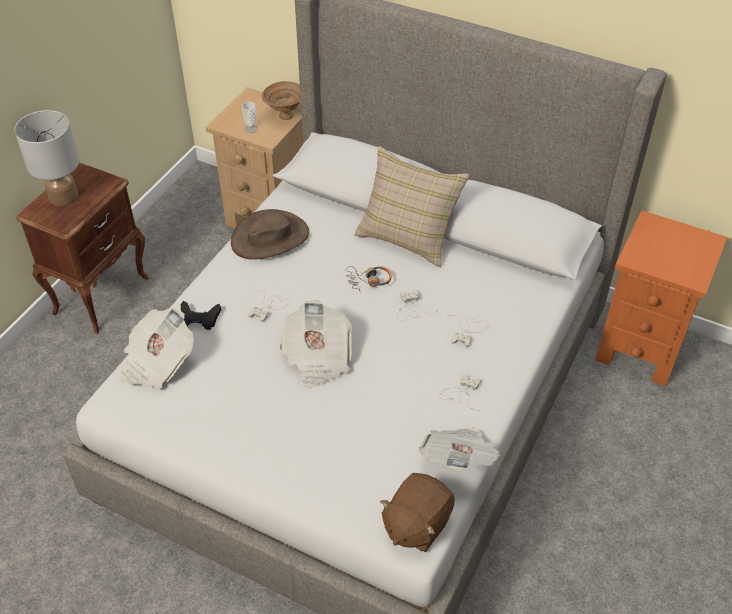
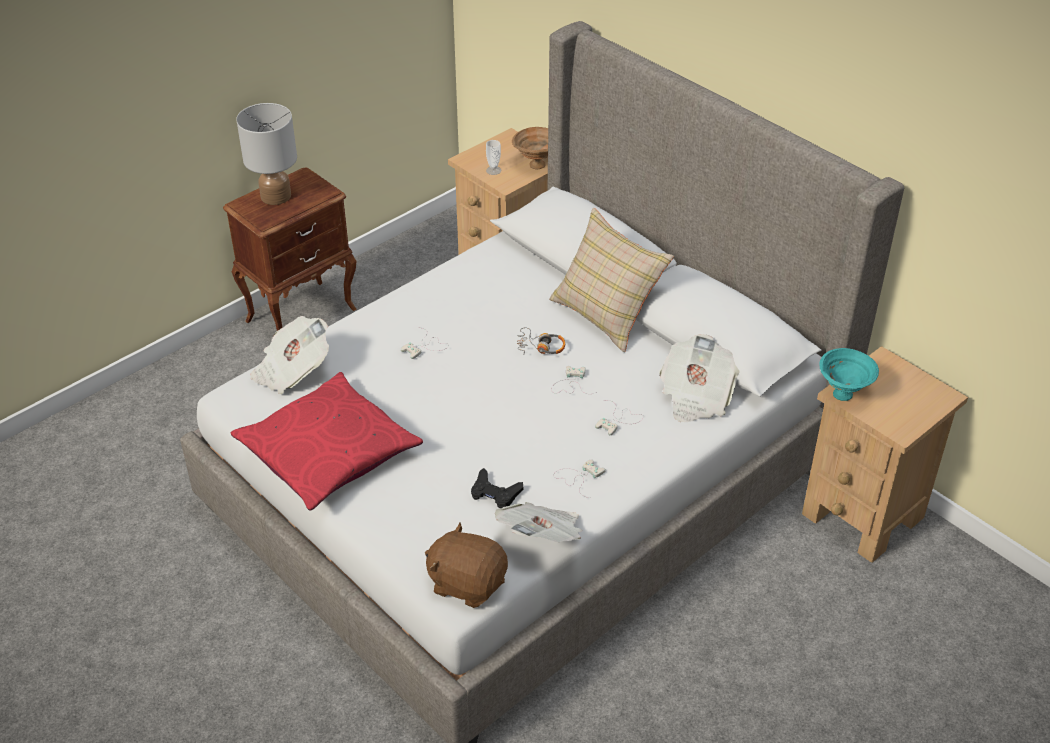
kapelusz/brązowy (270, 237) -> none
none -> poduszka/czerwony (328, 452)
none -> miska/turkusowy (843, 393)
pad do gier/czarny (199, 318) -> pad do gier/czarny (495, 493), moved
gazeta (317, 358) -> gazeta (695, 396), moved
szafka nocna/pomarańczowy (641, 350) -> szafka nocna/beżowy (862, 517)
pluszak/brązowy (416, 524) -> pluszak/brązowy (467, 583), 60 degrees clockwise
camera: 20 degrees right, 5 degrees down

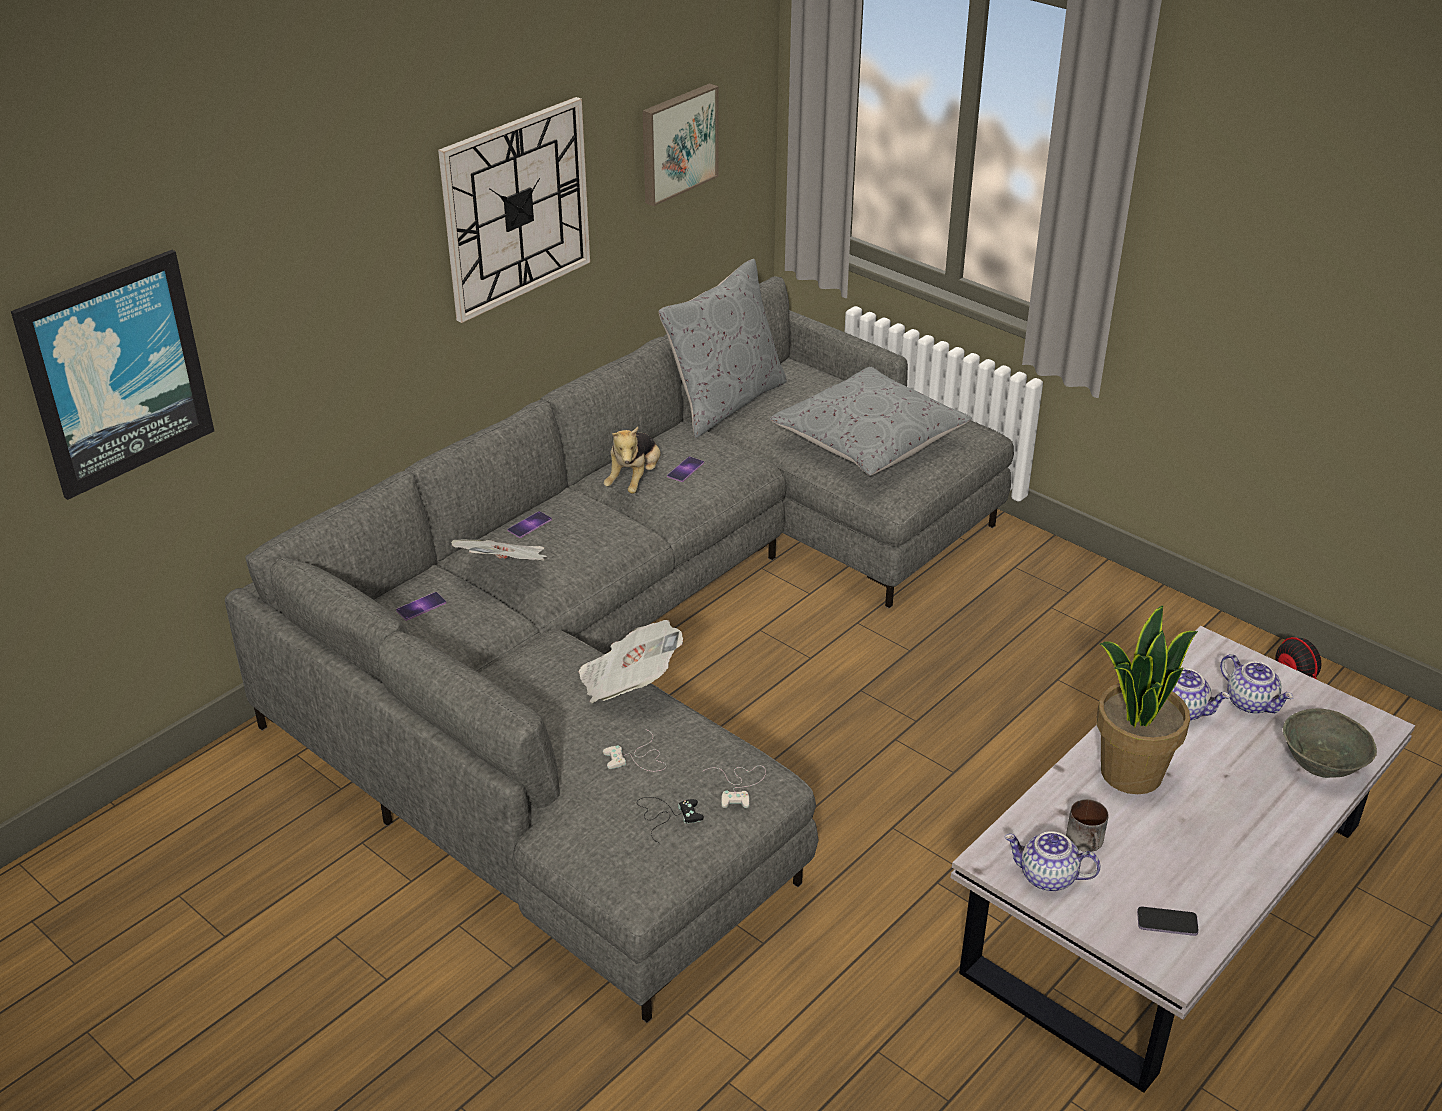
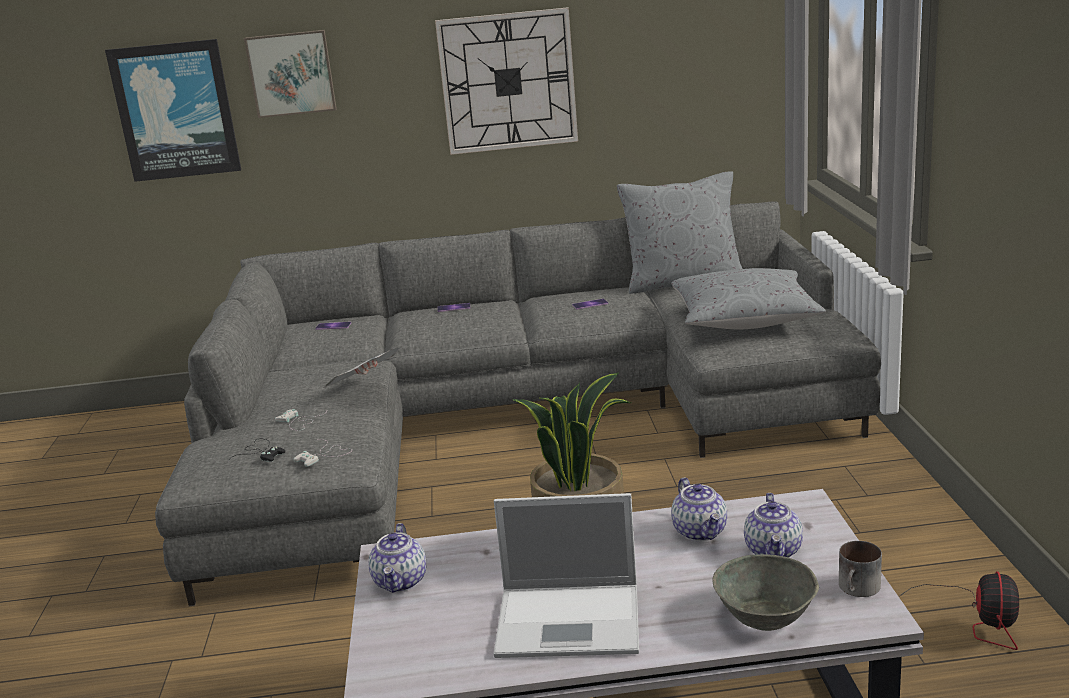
gazeta (505, 569) -> none
pluszak (635, 480) -> none
telefon (1167, 923) -> none
none -> laptop (571, 620)
obraz (677, 143) -> obraz (291, 73), moved
kubek (1088, 842) -> kubek (859, 589), moved
imbryk (1047, 877) -> imbryk (401, 582), 150 degrees counterclockwise
camera: 45 degrees right, 15 degrees down

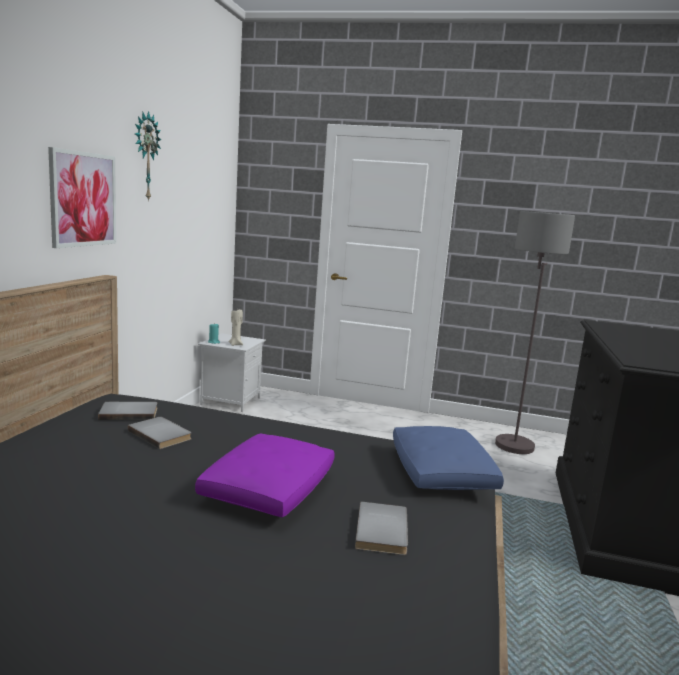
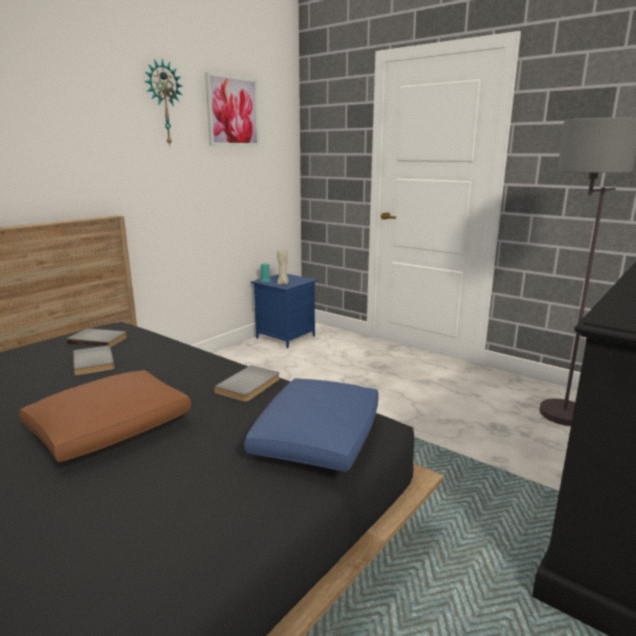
obraz (83, 199) -> obraz (232, 111), moved
książka/szary (384, 531) -> książka/szary (250, 386), moved
poduszka/fioletowy (269, 489) -> poduszka/brązowy (111, 429)
szafka nocna/szary (230, 401) -> szafka nocna/niebieski (285, 336)
camera: 25 degrees right, 5 degrees up

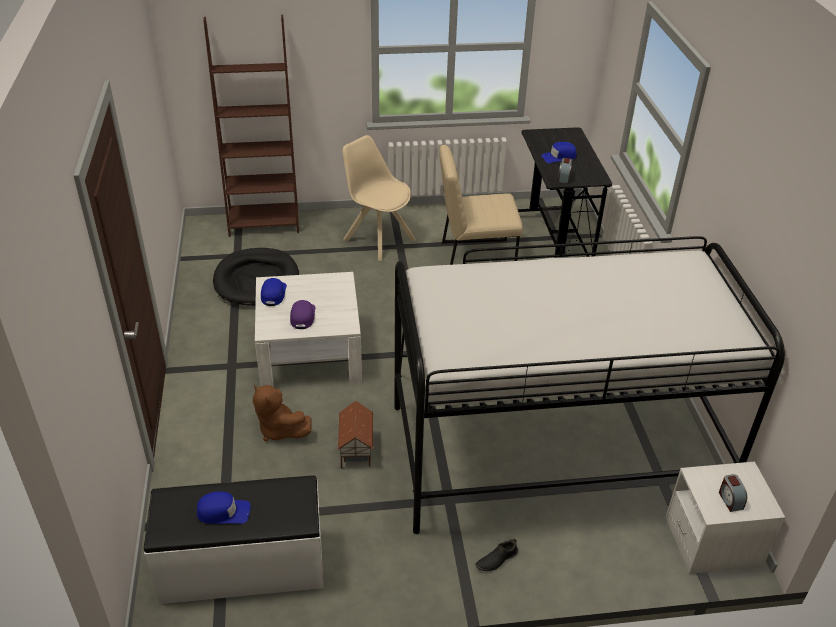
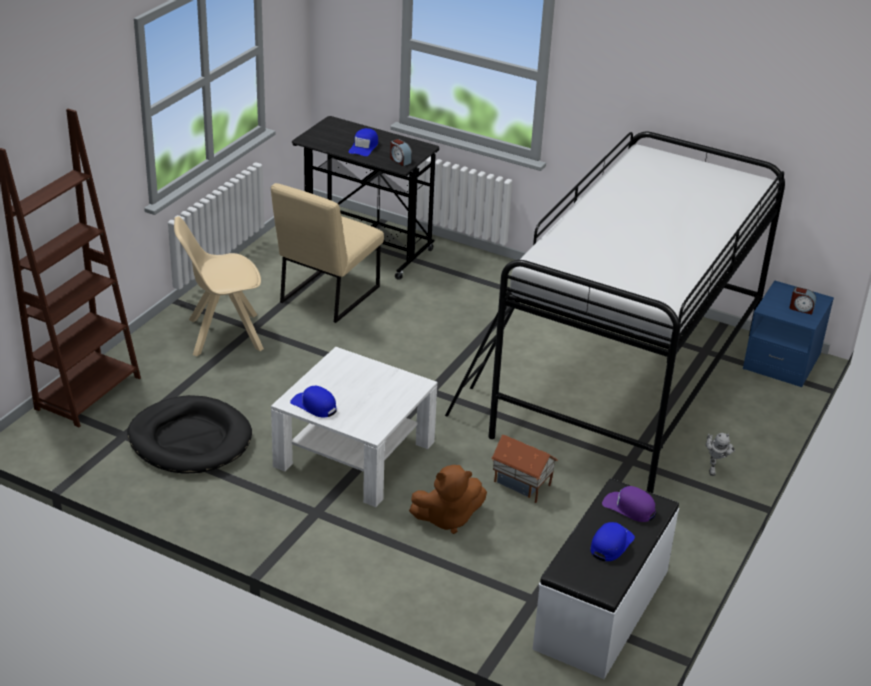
czapka z daszkiem/fioletowy (302, 316) -> czapka z daszkiem/fioletowy (629, 508), moved
but/czarny (496, 559) -> robot zabawkowy (714, 467)
szafka nocna/biały (712, 542) -> szafka nocna/niebieski (781, 362)
camera: 55 degrees left, 5 degrees down

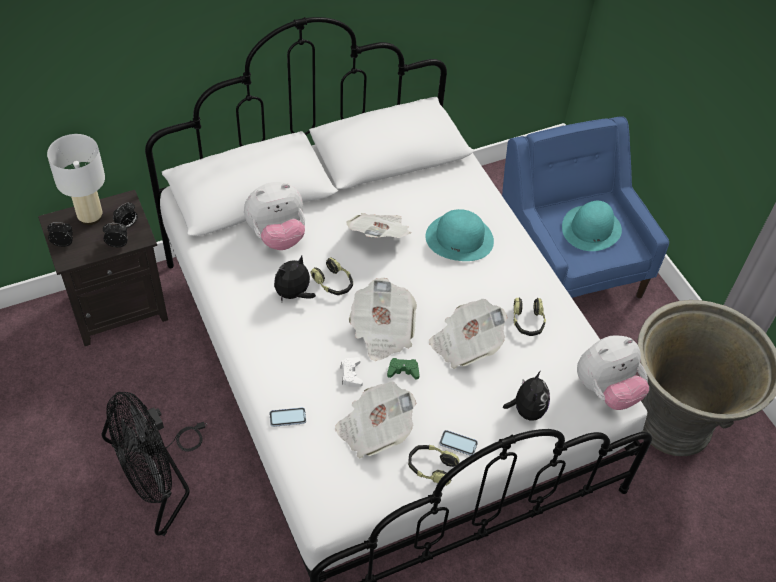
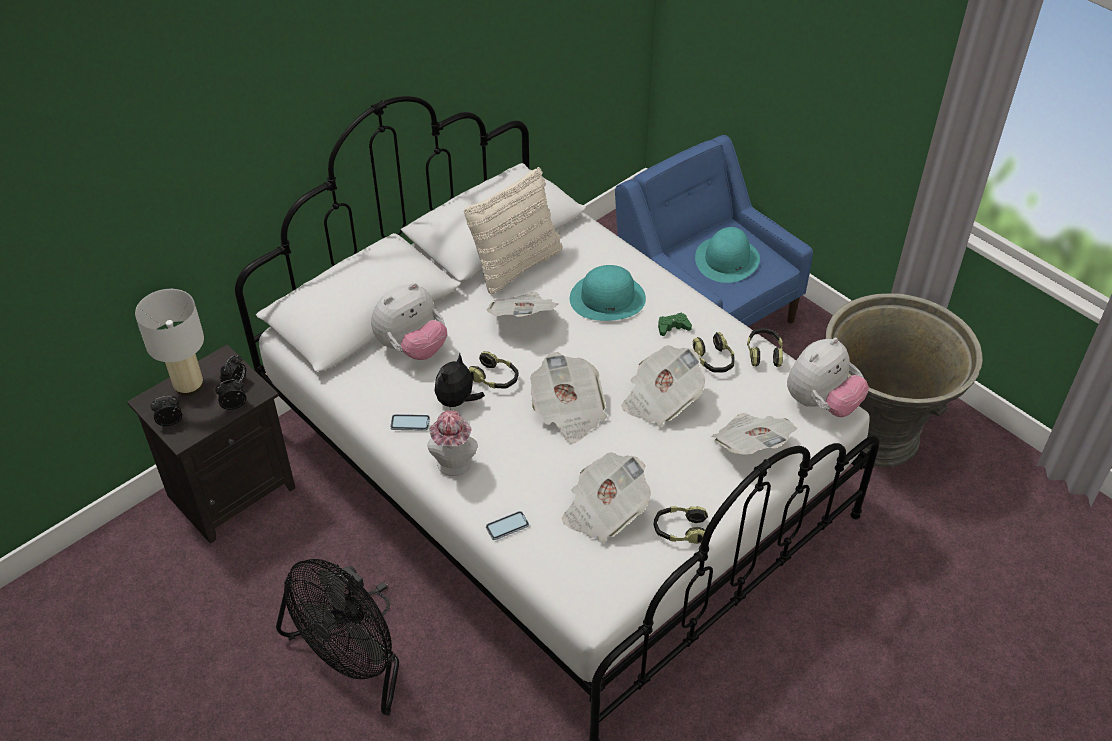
pad do gier/biały (351, 374) -> none
none -> kapelusz (454, 466)
none -> poduszka/beżowy (516, 266)
none -> słuchawki (764, 353)
pad do gier/zielony (403, 371) -> pad do gier/zielony (673, 327), moved
telefon (458, 443) -> telefon (410, 423), moved
pluszak (526, 410) -> gazeta (751, 446)
camera: 15 degrees left, 5 degrees down

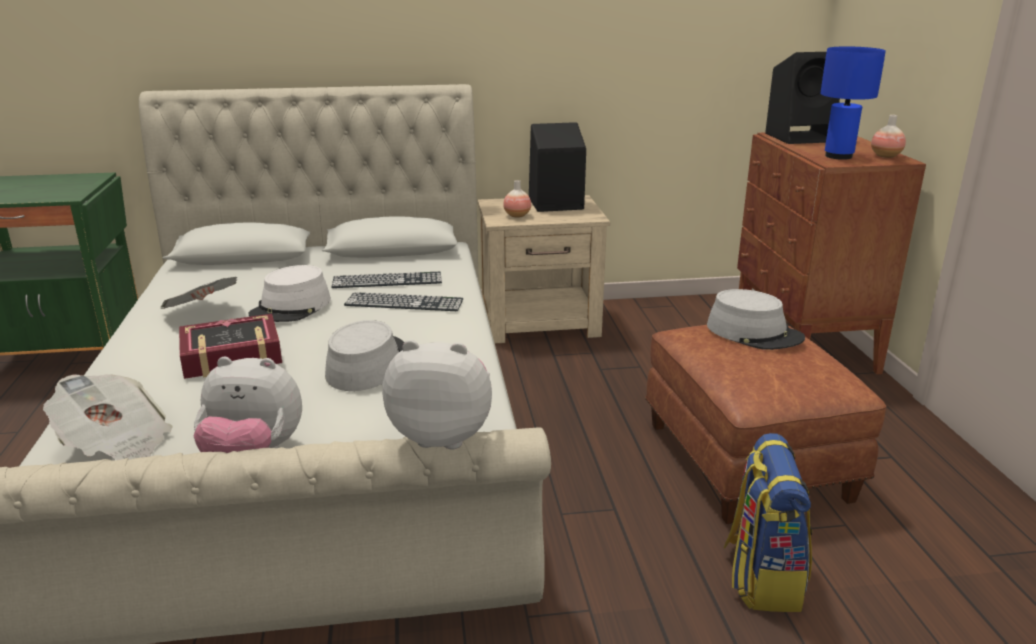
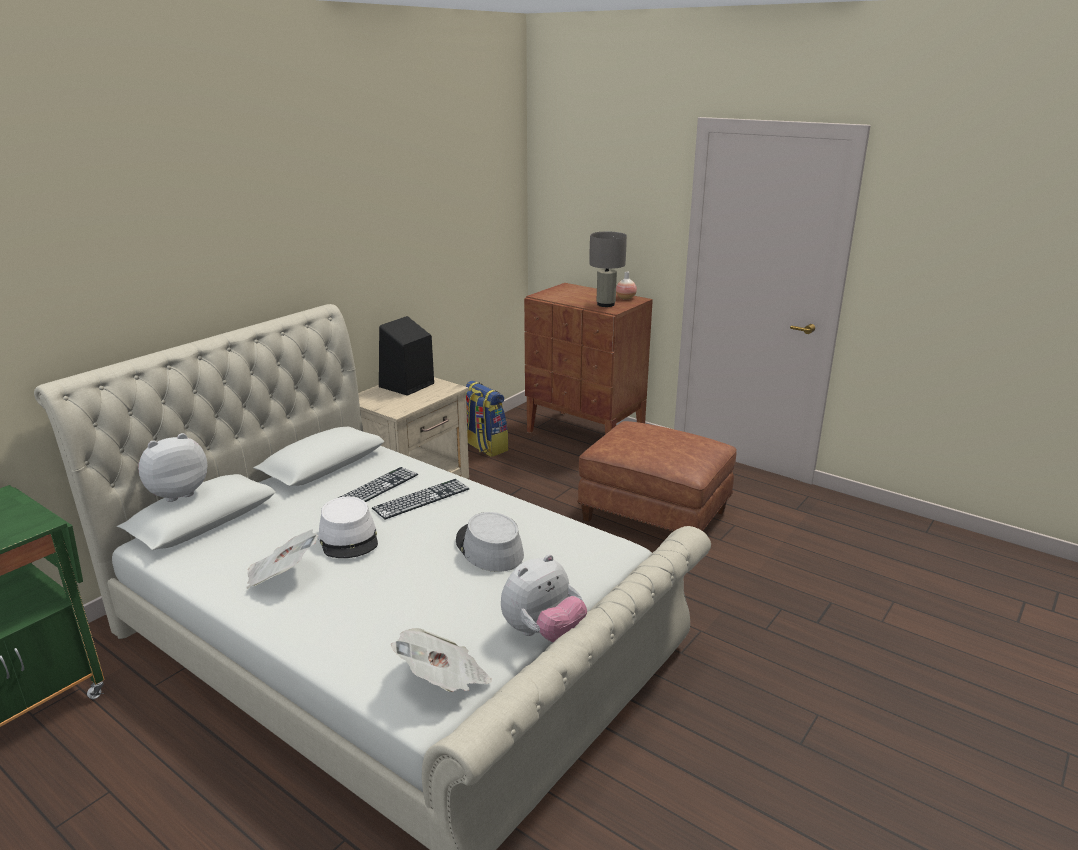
książka (232, 356) -> none
wazon (517, 215) -> none
kapelusz/szary (754, 333) -> none
głośnik/czarny (801, 137) -> none
pluszak (443, 435) -> pluszak (177, 493), moved
plecak (761, 577) -> plecak (484, 447), moved
lampa stołowa/niebieski (837, 156) -> lampa stołowa/szary (605, 304)
camera: 45 degrees left, 0 degrees up

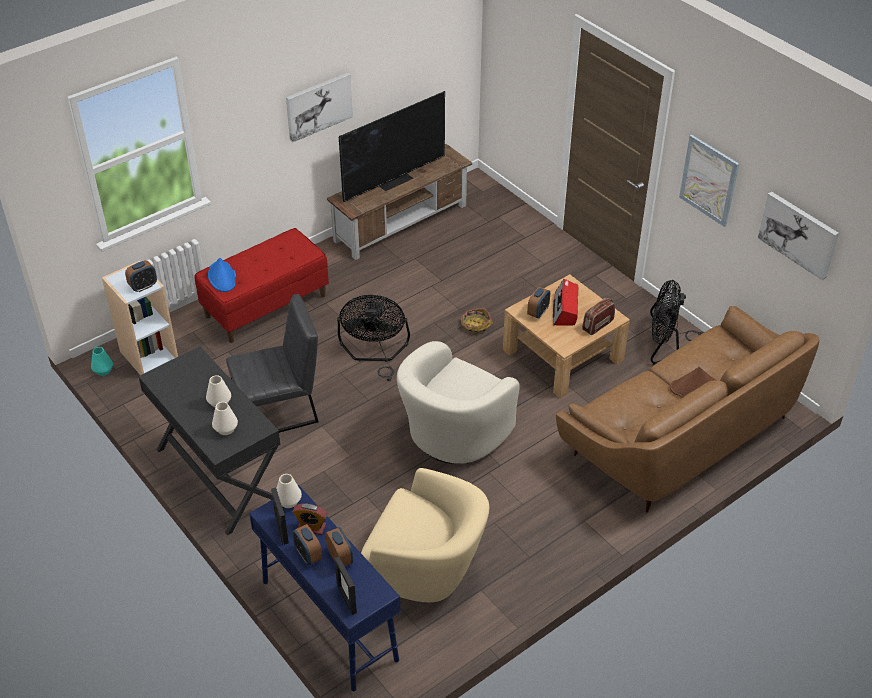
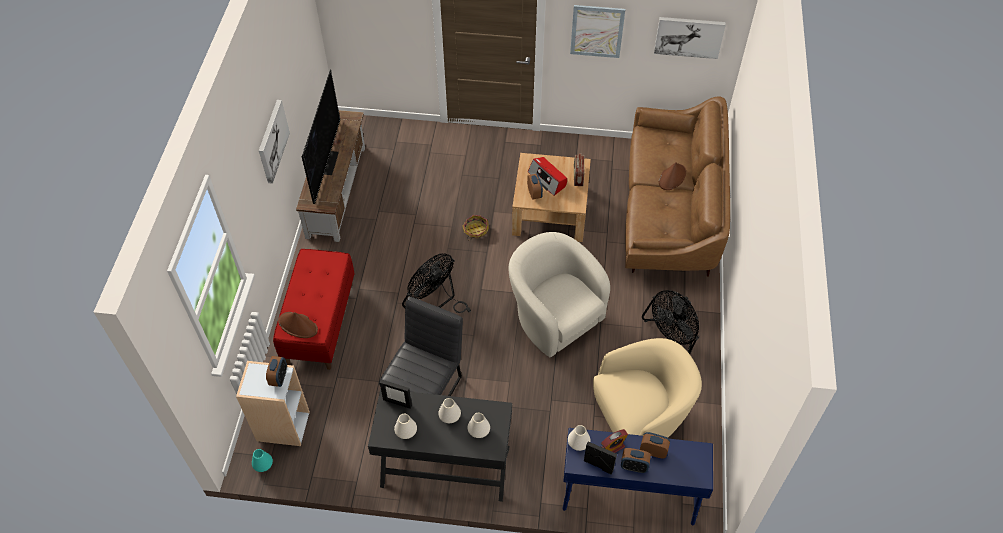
none -> wazon/biały (406, 432)
ramka na zdjęcie (347, 599) -> ramka na zdjęcie (397, 402), moved
wentylator/czarny (667, 341) -> wentylator/czarny (672, 332), moved
kapelusz/niebieski (222, 277) -> kapelusz/brązowy (298, 325)
fotel/beżowy (454, 436) -> fotel/beżowy (554, 317), 150 degrees clockwise
camera: 45 degrees left, 10 degrees up

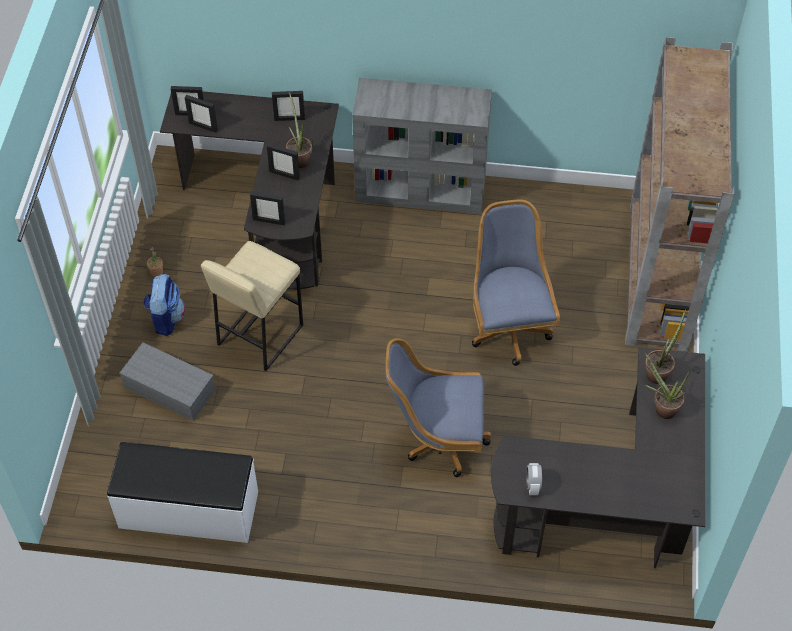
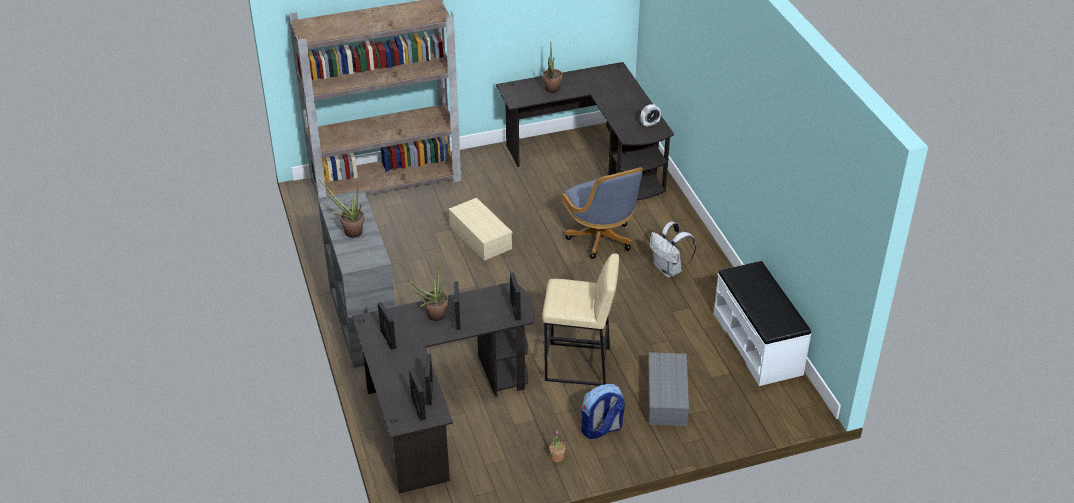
none -> plecak/biały (669, 270)
roślina doniczkowa (658, 372) -> roślina doniczkowa (349, 232), moved
krzesło biurowe/niebieski (508, 325) -> pojemnik do przechowywania/beżowy (479, 237)
camera: 115 degrees left, 15 degrees down

